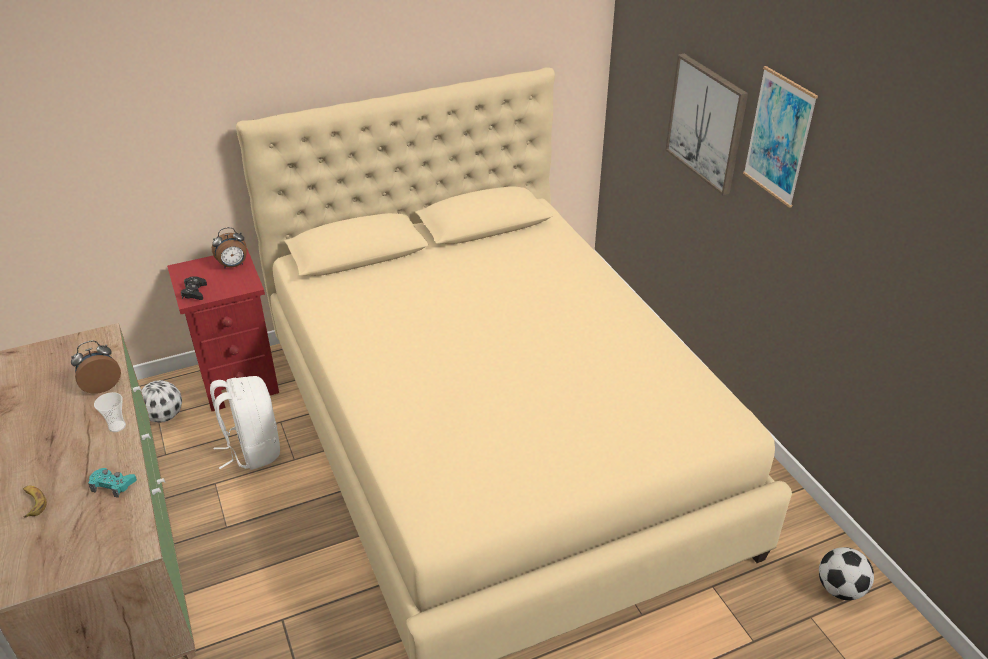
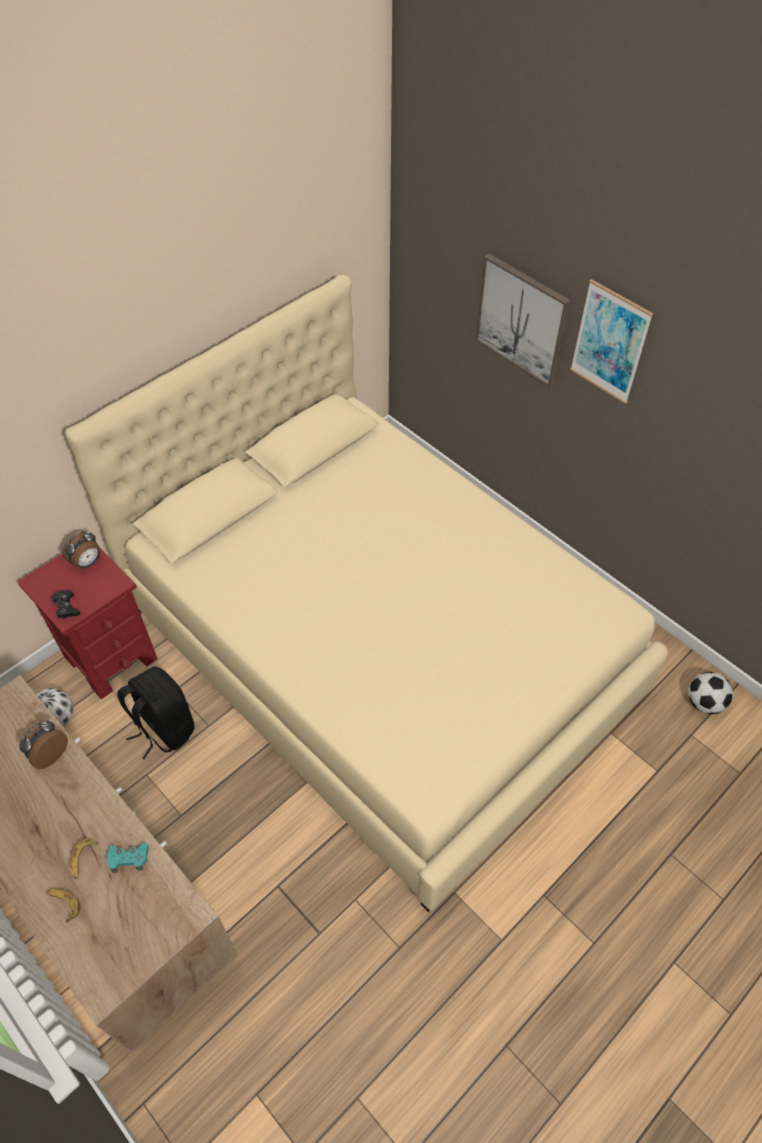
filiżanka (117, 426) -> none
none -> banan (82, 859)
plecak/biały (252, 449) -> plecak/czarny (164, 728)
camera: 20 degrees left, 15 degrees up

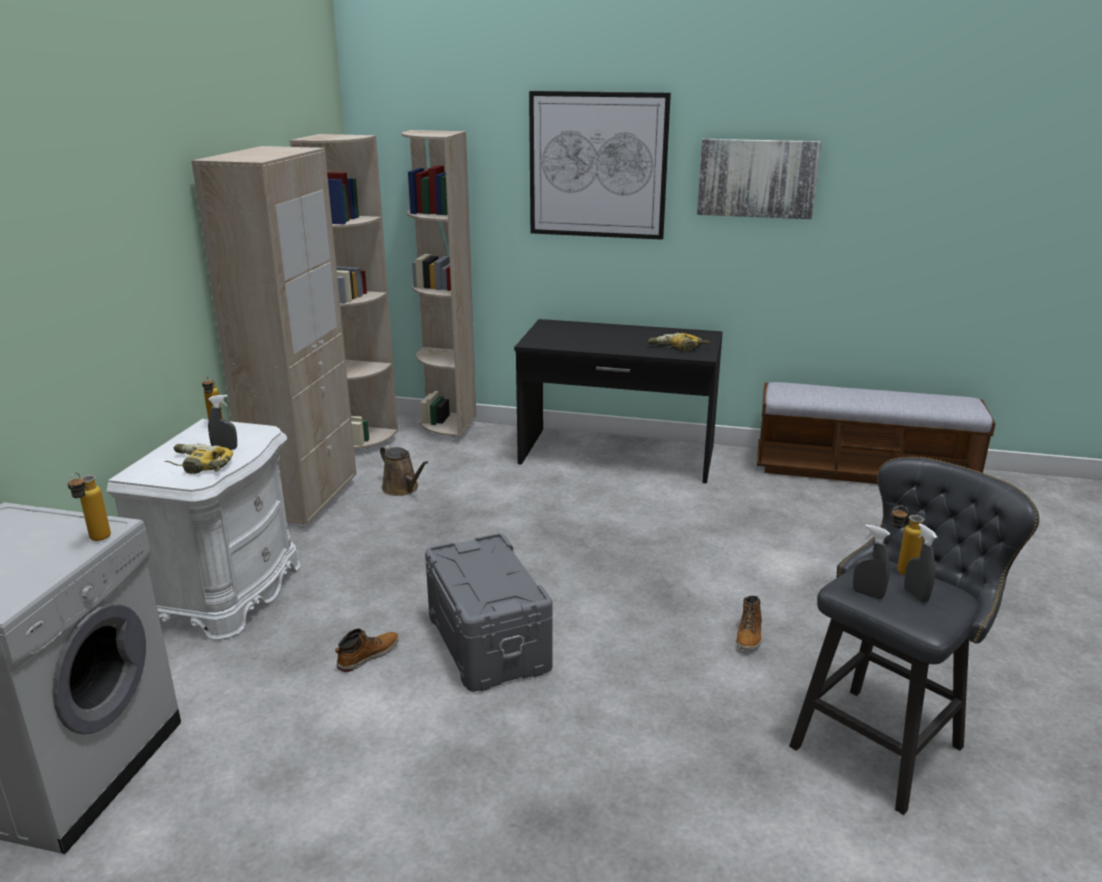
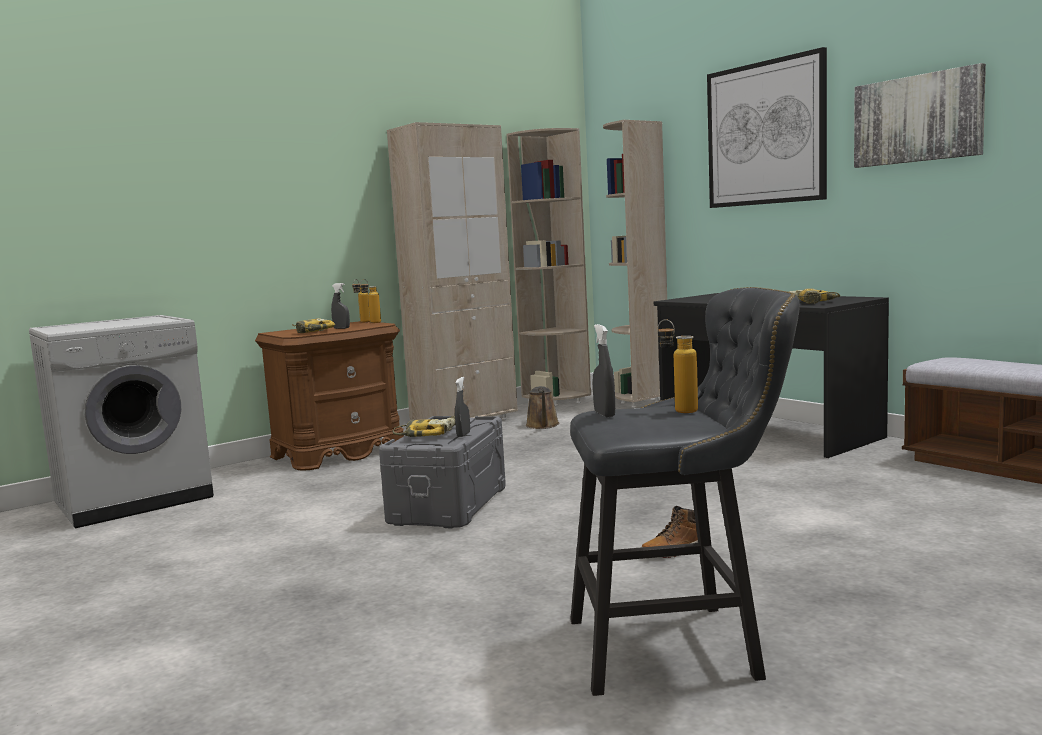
but z cholewką (368, 655) -> none
none -> wiertarka (428, 434)
butelka (96, 541) -> butelka (372, 323), moved
spryskiwacz/szary (915, 595) -> spryskiwacz/szary (463, 435), moved
szafka nocna/biały (231, 593) -> szafka nocna/brązowy (343, 453)
camera: 40 degrees right, 15 degrees down

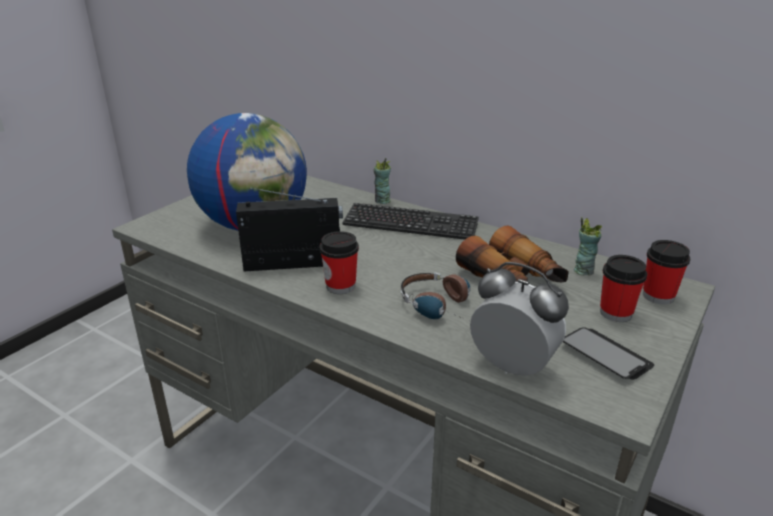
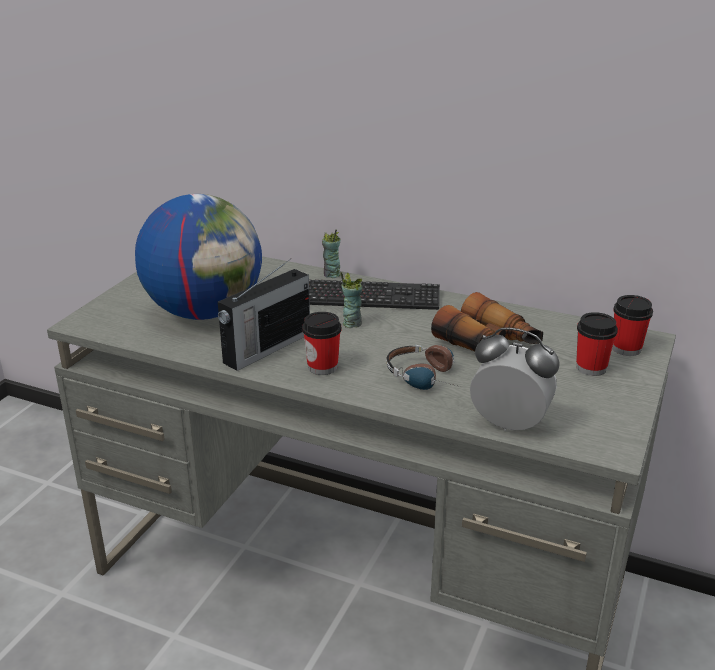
telefon (606, 355) -> none
filiżanka (583, 270) -> filiżanka (352, 323), moved
radio (294, 263) -> radio (266, 348), 150 degrees clockwise
camera: 10 degrees left, 0 degrees up

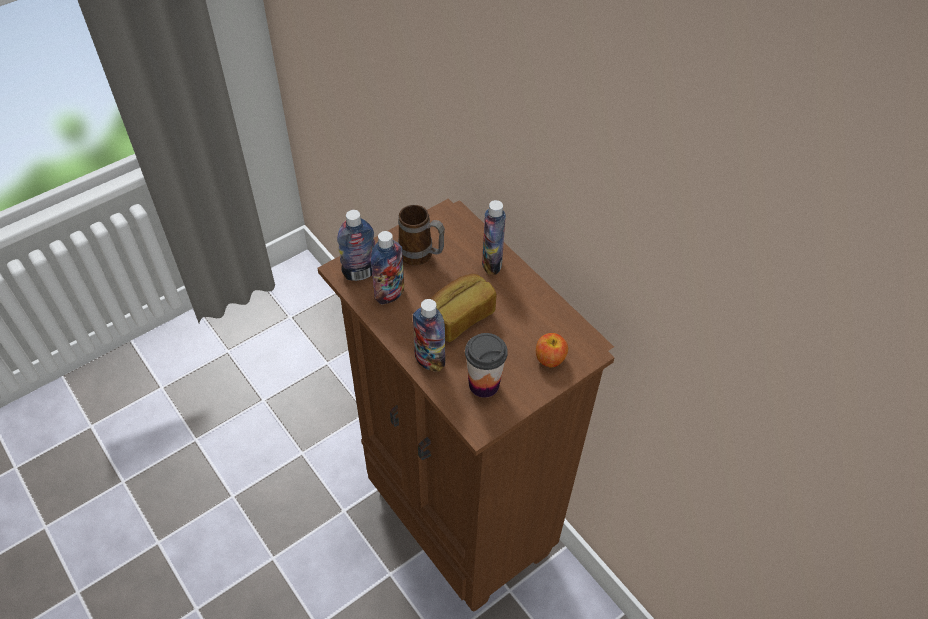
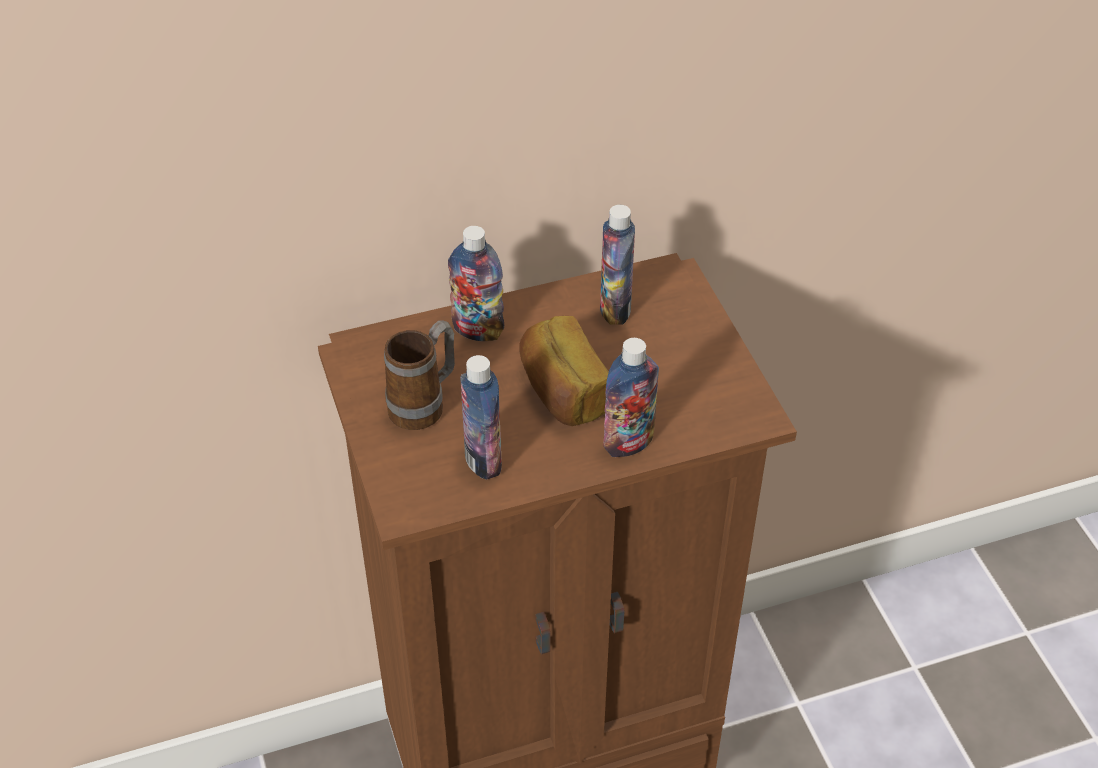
filiżanka (484, 384) -> none
jabłko (550, 359) -> none
butelka (360, 273) -> butelka (615, 308), moved
camera: 70 degrees left, 5 degrees down

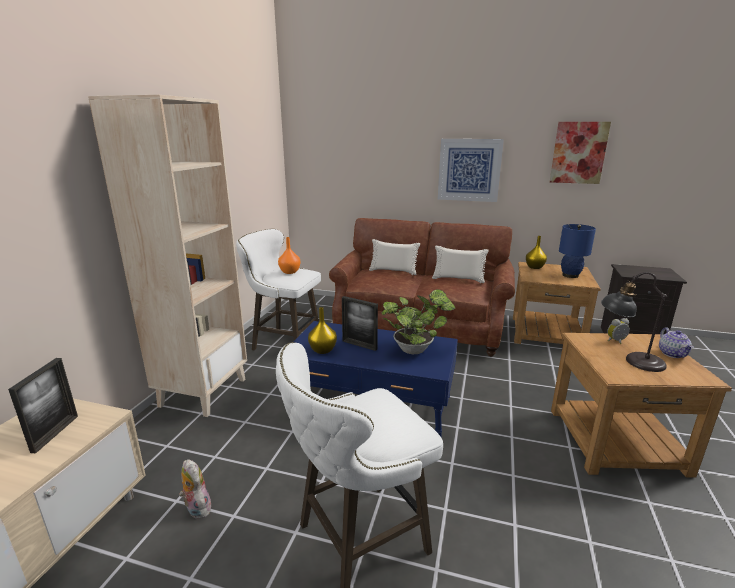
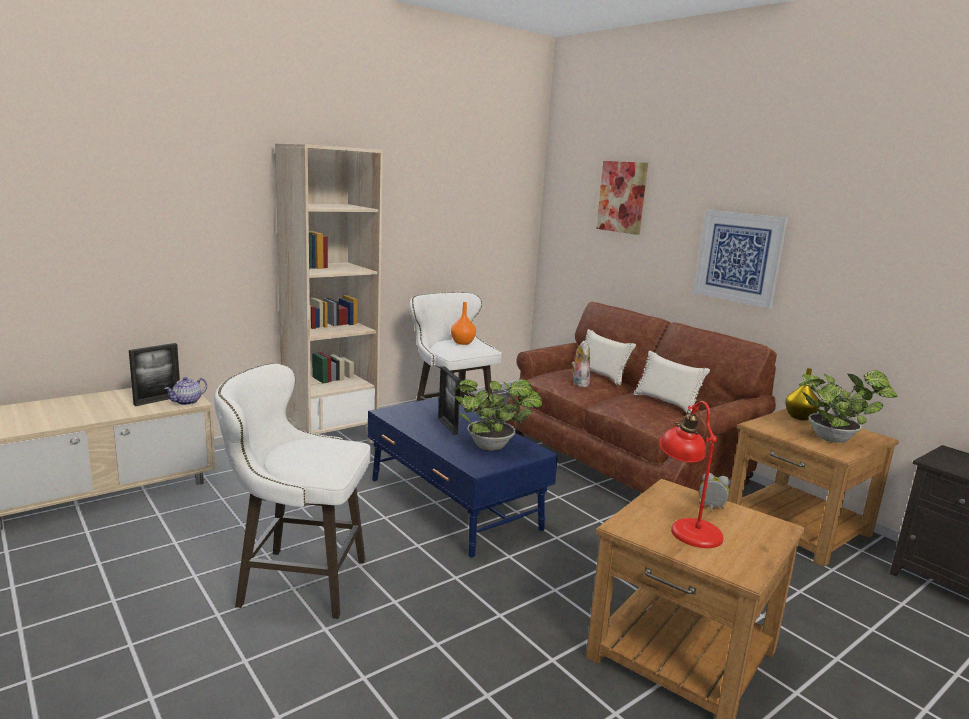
wazon/żółty (322, 350) -> none
pluszak (196, 508) -> pluszak (579, 383), moved
obraz (578, 153) -> obraz (622, 197), moved
imbryk (673, 354) -> imbryk (187, 402), moved
lampa stołowa/niebieski (570, 275) -> roślina doniczkowa (835, 439)
lampa stołowa/szary (627, 357) -> lampa stołowa/czerwony (684, 523)
camera: 35 degrees right, 5 degrees down

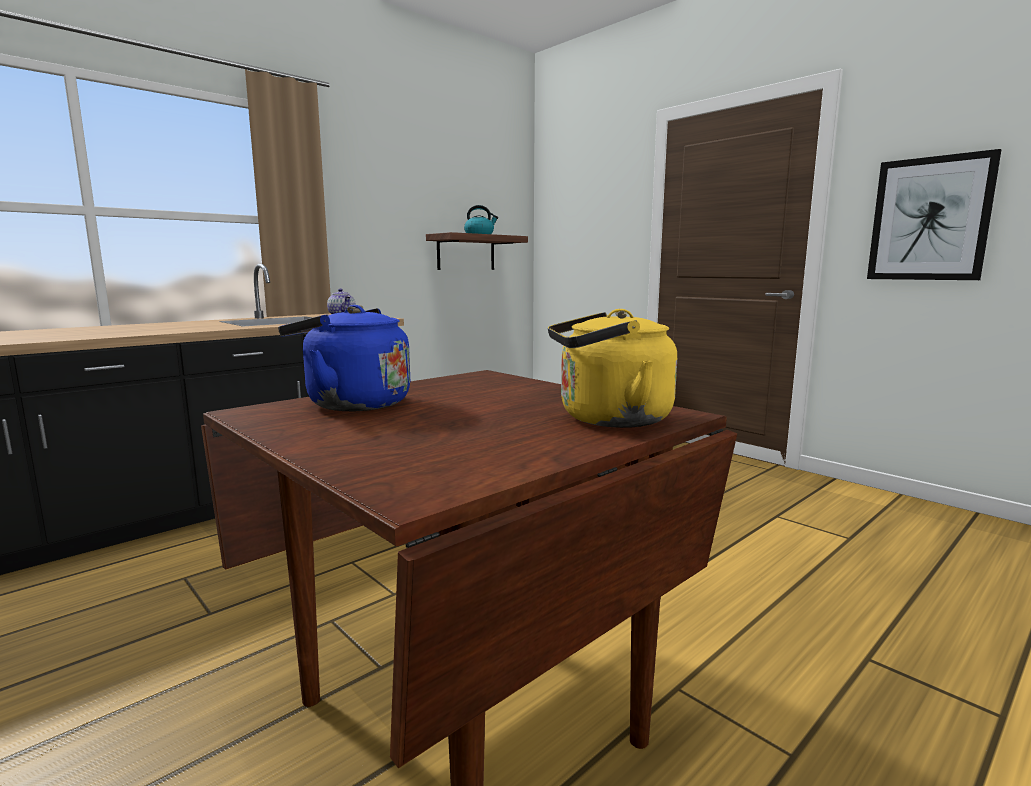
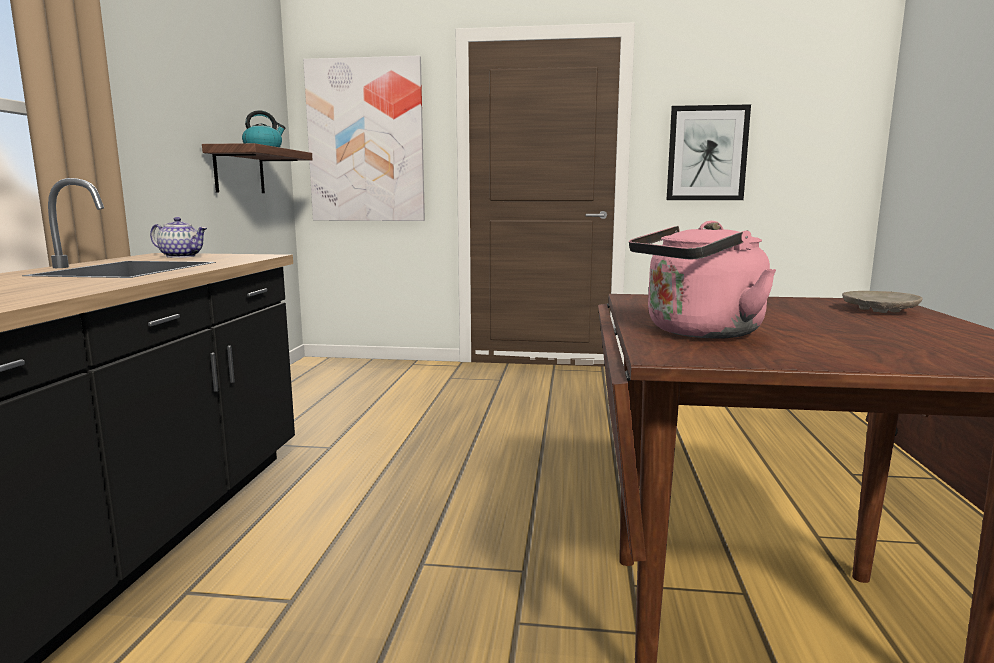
none -> obraz (366, 141)
czajnik/żółty (608, 419) -> talerz/beżowy (878, 310)
czajnik/niebieski (352, 404) -> czajnik/różowy (698, 332)
camera: 40 degrees left, 0 degrees up

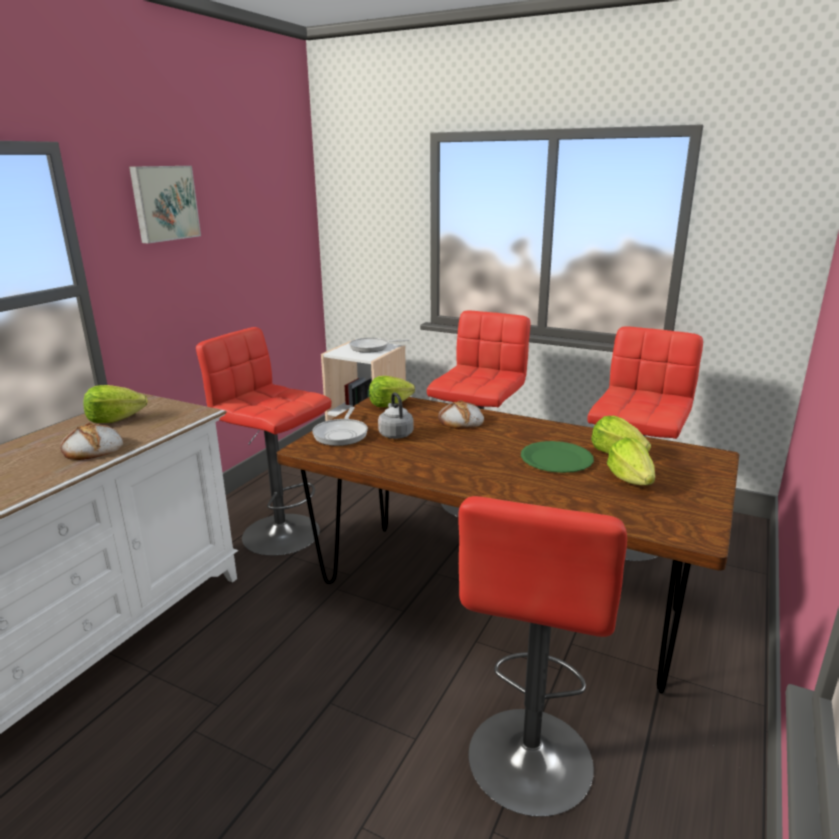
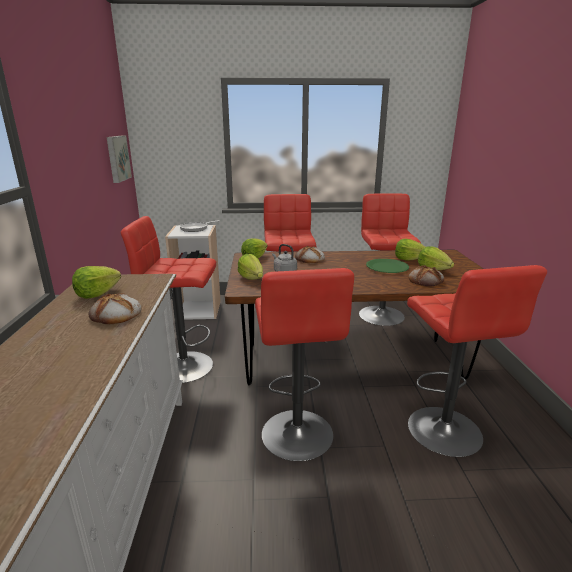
none -> stołek/czerwony (296, 435)
none -> chleb (426, 280)
obraz (164, 203) -> obraz (117, 158), moved
patelnia (341, 434) -> sałata (251, 278)
camera: 30 degrees left, 0 degrees up

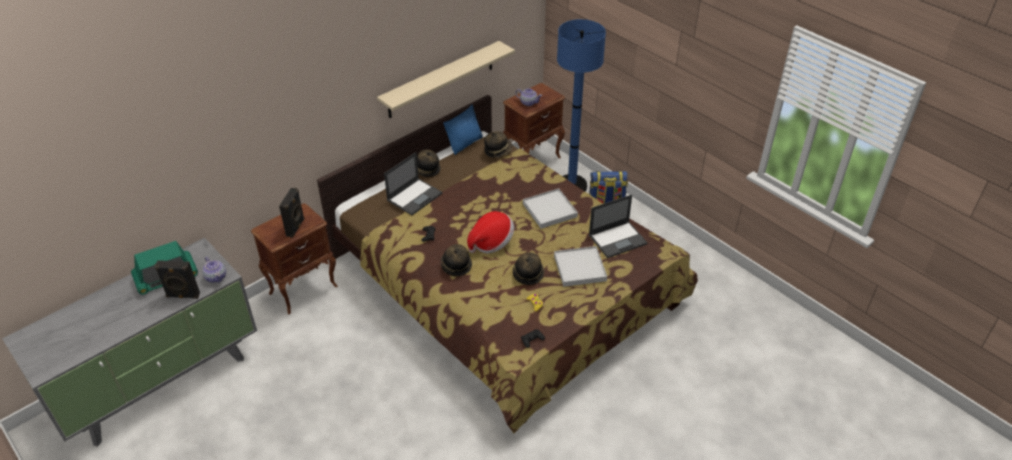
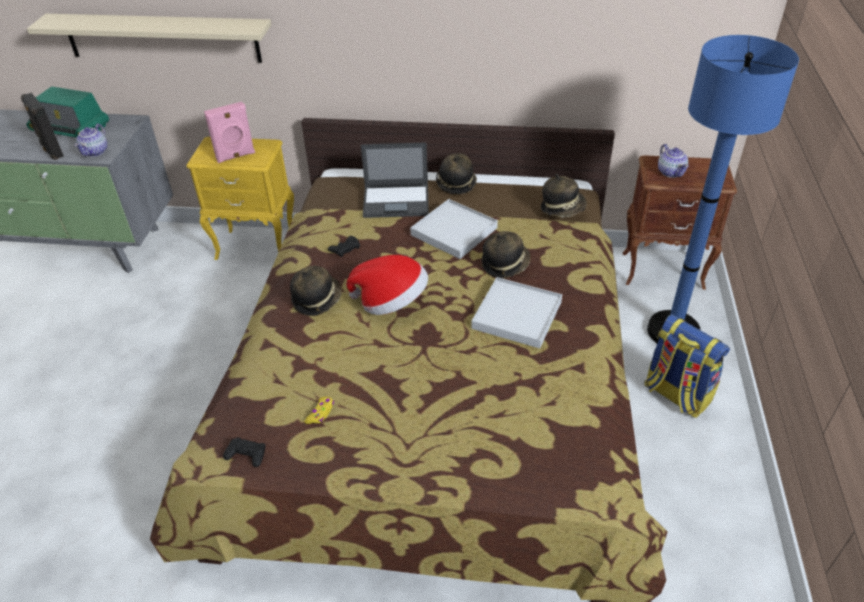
poduszka/niebieski (464, 143) -> none
laptop (618, 239) -> none
półka/beżowy (441, 80) -> półka/beżowy (162, 38), moved
kapelusz (528, 274) -> kapelusz (505, 264), moved
taca/biały (579, 268) -> taca/biały (453, 231), moved
szafka nocna/brązowy (303, 289) -> szafka nocna/żółty (257, 247)
głośnik/czarny (296, 227) -> głośnik/różowy (236, 156)
camera: 50 degrees right, 0 degrees up

